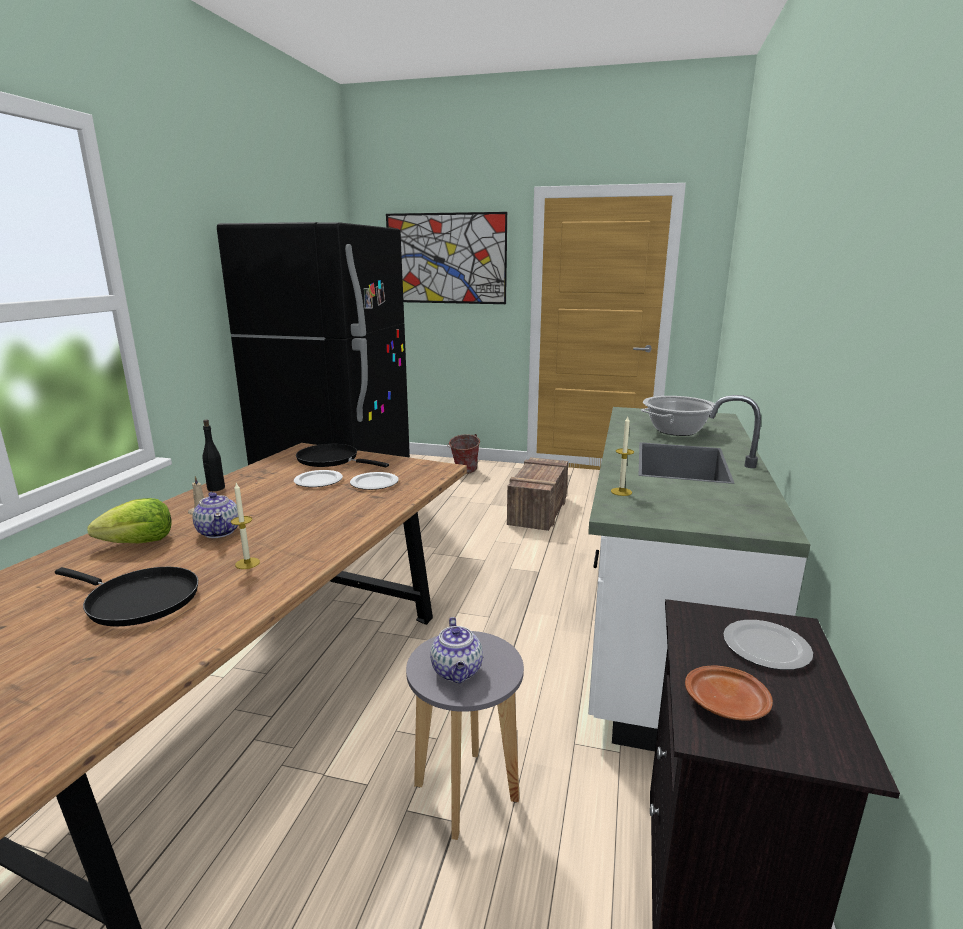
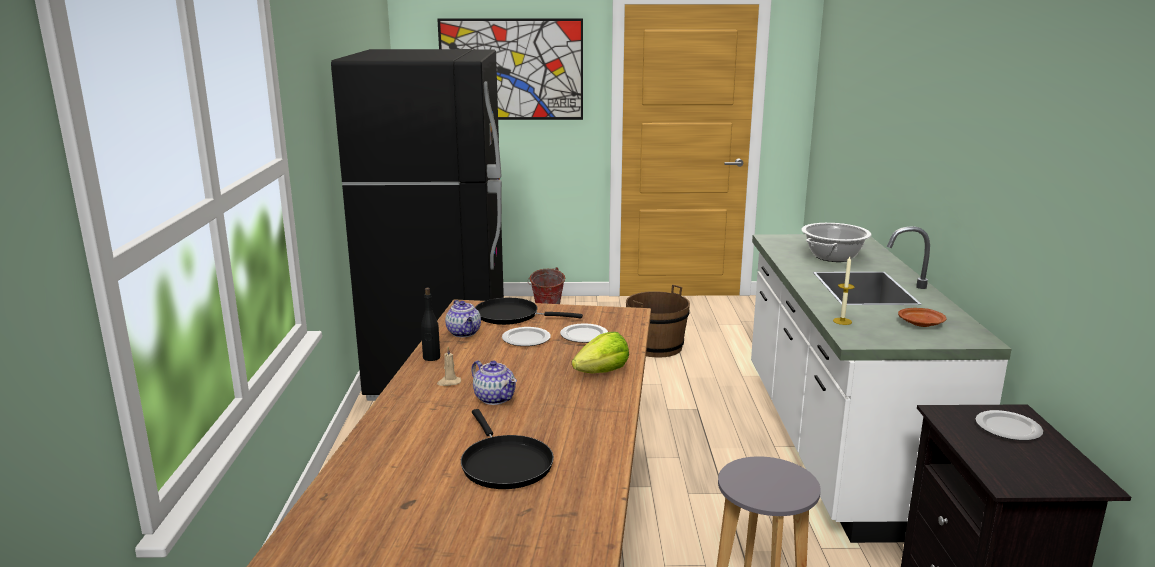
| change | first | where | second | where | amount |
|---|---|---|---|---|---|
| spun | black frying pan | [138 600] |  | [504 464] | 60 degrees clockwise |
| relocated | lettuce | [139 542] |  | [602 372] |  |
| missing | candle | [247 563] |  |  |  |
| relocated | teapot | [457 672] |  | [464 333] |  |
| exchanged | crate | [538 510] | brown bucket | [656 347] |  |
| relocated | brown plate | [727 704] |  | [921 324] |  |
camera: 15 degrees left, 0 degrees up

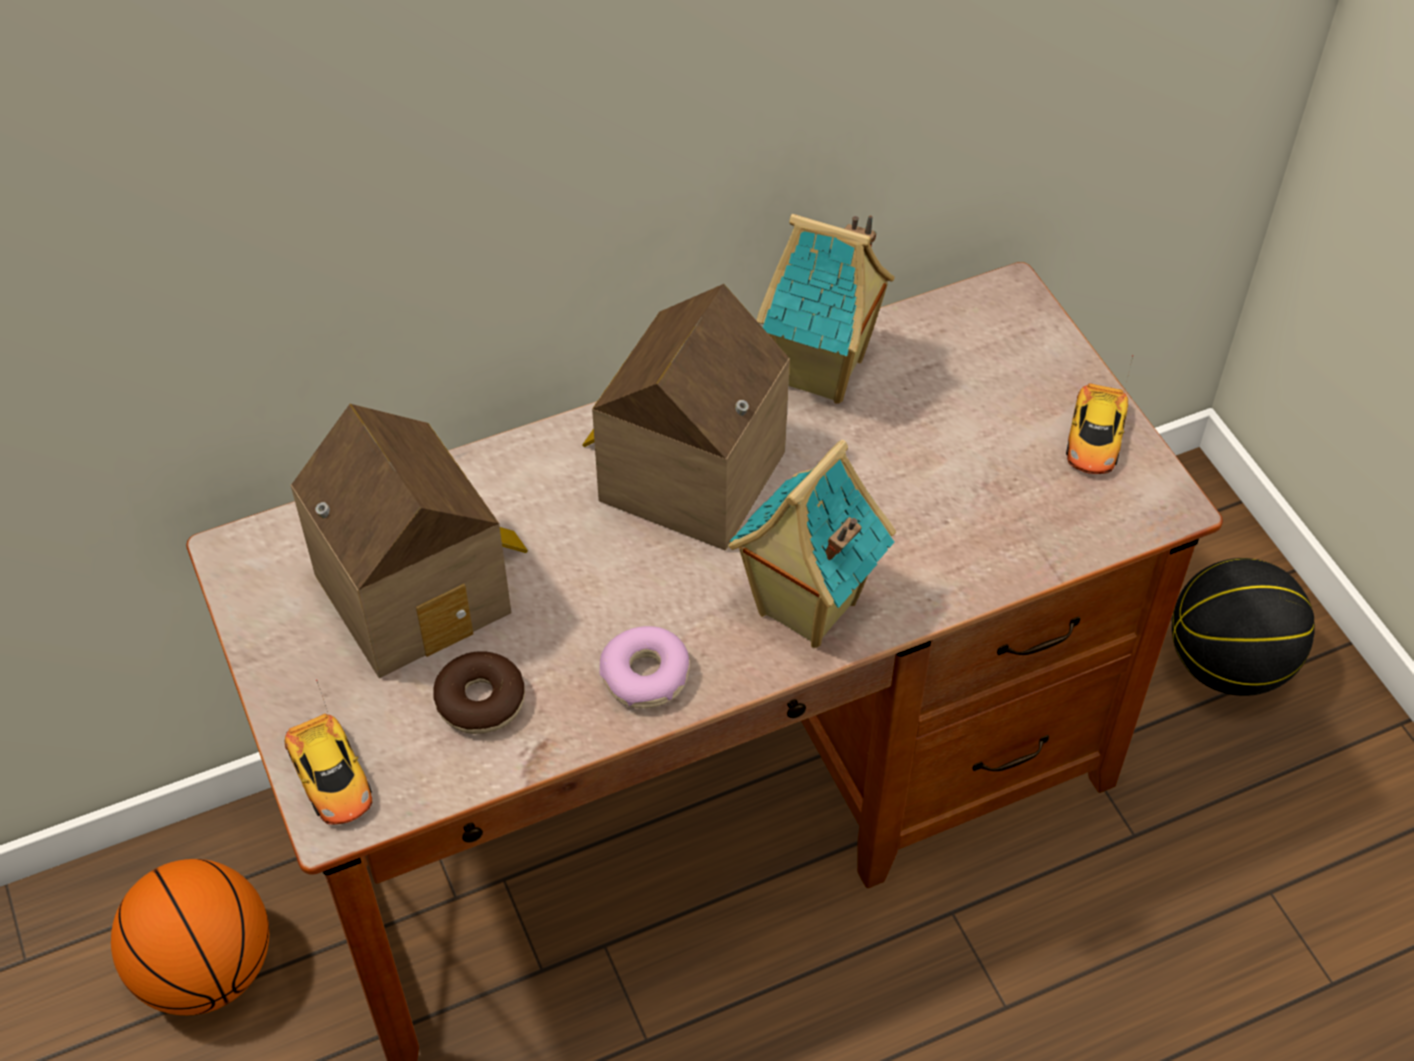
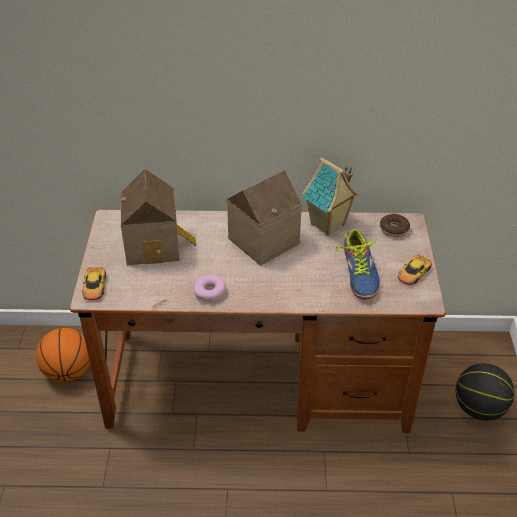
| change | first | where | second | where | amount |
|---|---|---|---|---|---|
| relocated | donut | [480 701] |  | [394 229] |  |
| missing | toy house | [804 609] |  |  |  |
| appeared |  |  | shoe | [359 273] |  |
camera: 25 degrees right, 10 degrees down

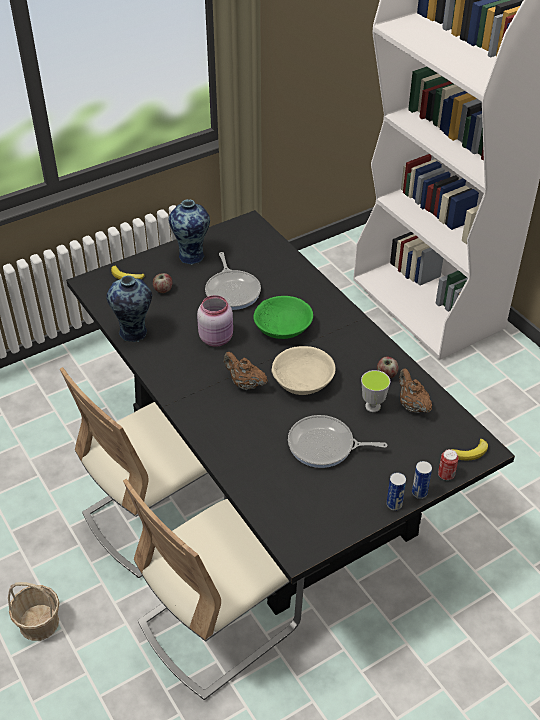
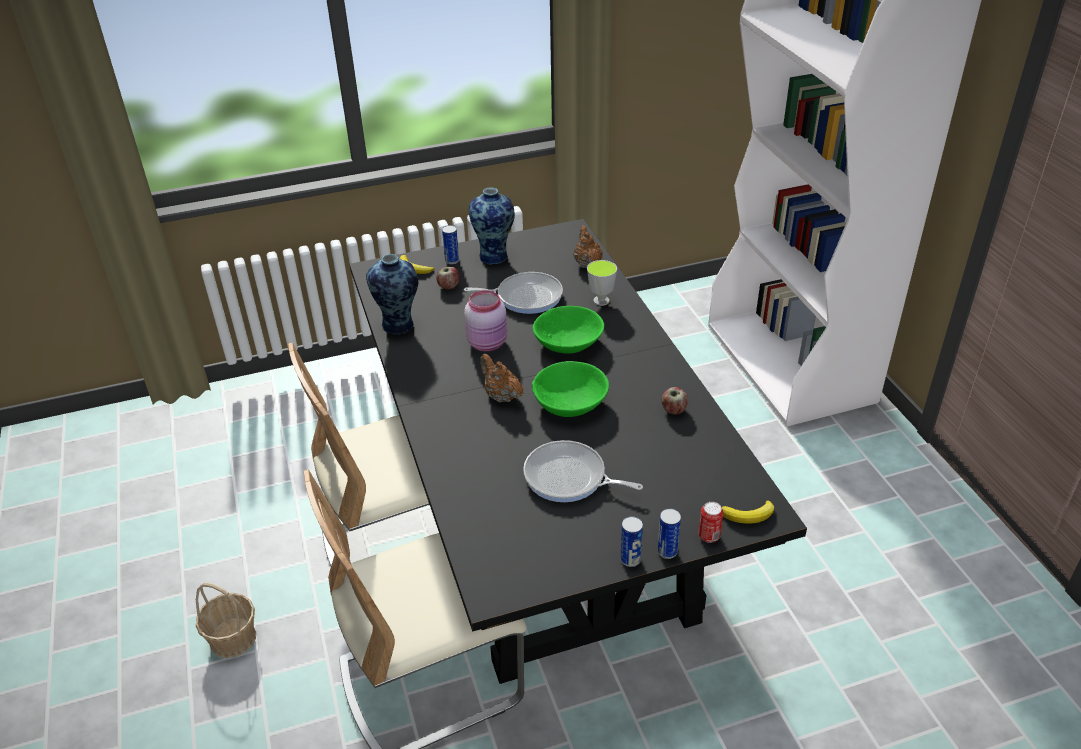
| change | first | where | second | where | amount |
|---|---|---|---|---|---|
| spun | frying pan | [232 291] |  | [525 297] | 90 degrees counterclockwise |
| colour | beige bowl | [303 381] | green bowl | [570 402] |  |
| relocated | cup | [372 406] |  | [601 301] |  |
| relocated | brown teapot | [412 405] |  | [587 263] |  |
| appeared |  |  | can | [452 260] |  |
camera: 15 degrees right, 5 degrees down

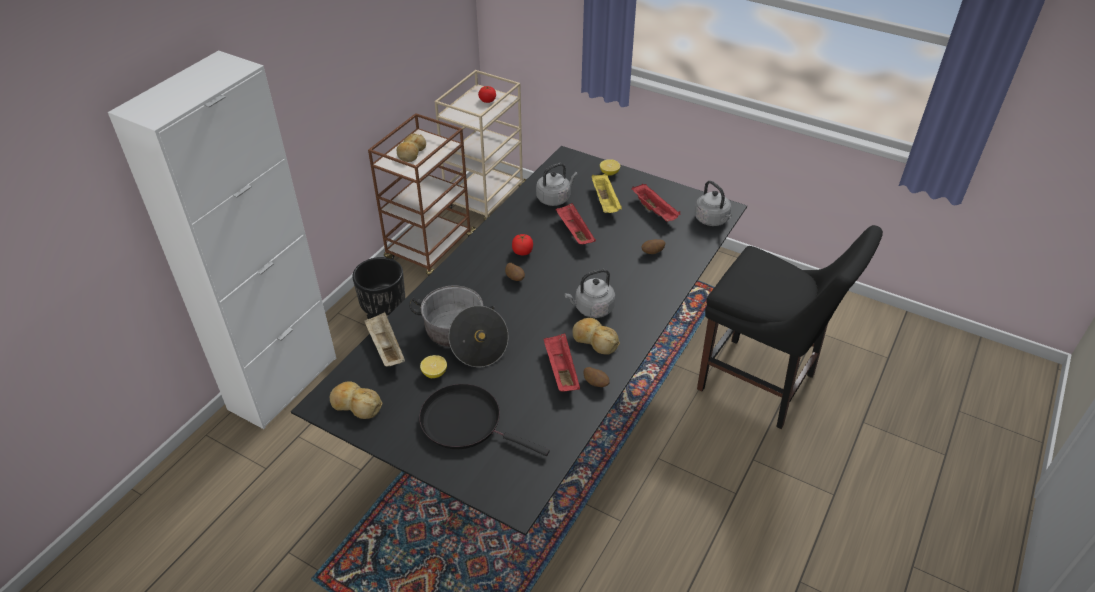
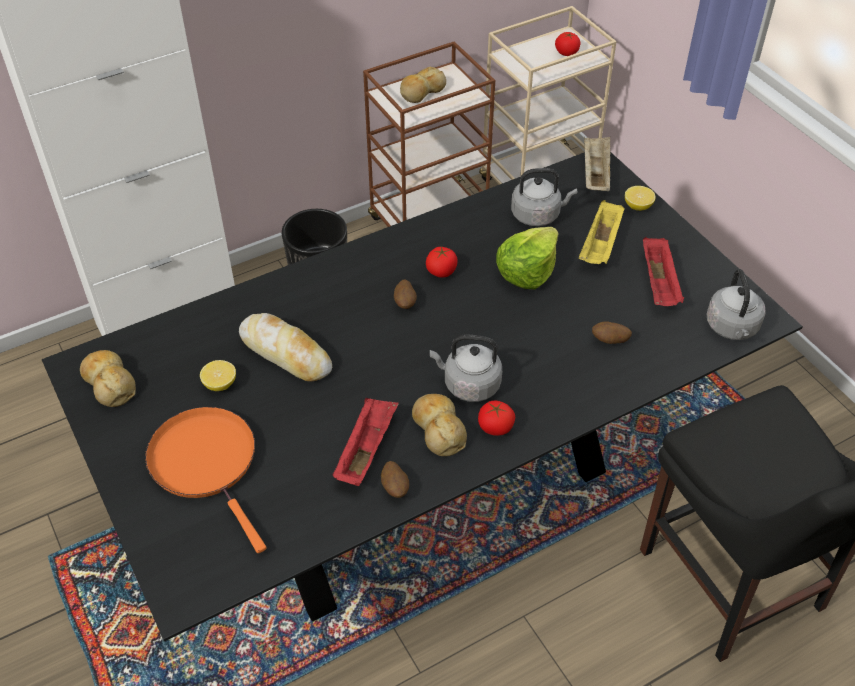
| change | first | where | second | where | amount |
|---|---|---|---|---|---|
| relocated | beige tray | [385 348] |  | [595 174] |  |
| exchanged | cooking pot | [463 337] | bread | [286 353] |  |
| colour | black frying pan | [466 422] | orange frying pan | [207 463] |  |
| exchanged | red tray | [574 232] | lettuce | [527 271] |  |
| appeared |  |  | tomato | [495 427] |  |
camera: 30 degrees right, 5 degrees up

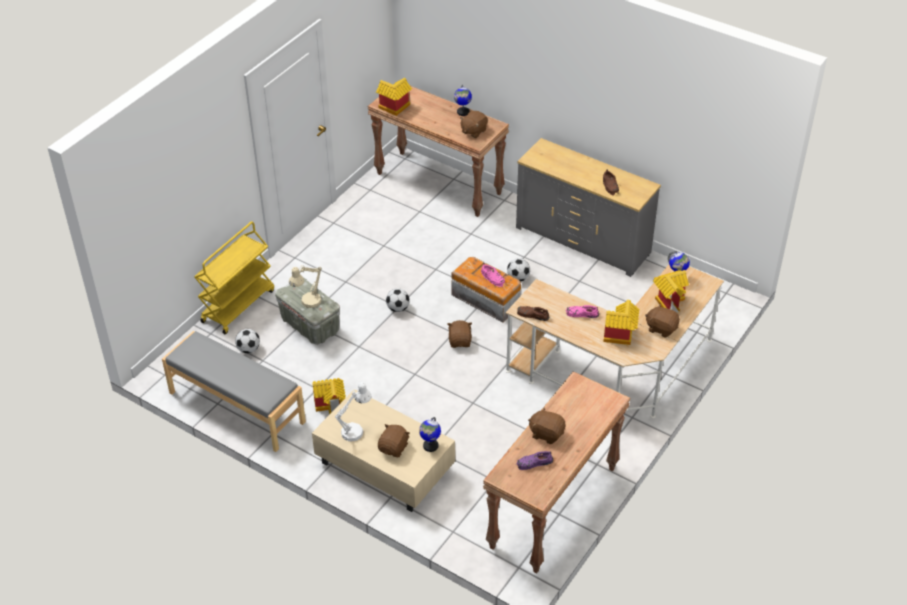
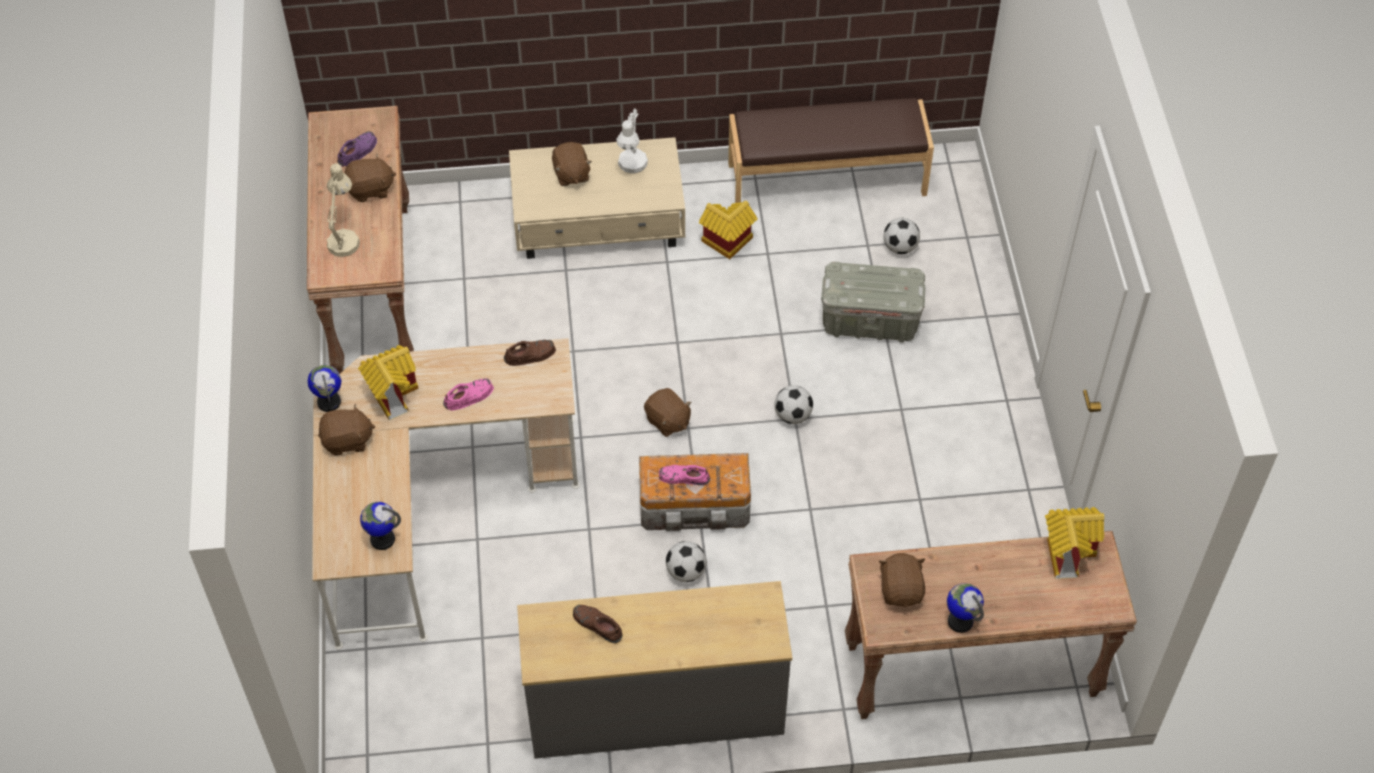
| change | first | where | second | where | amount |
|---|---|---|---|---|---|
| colour | grey bench | [236 408] | brown bench | [826 178] |  |
| missing | yellow cart | [238 305] |  |  |  |
| relocated | beige table lamp | [307 303] |  | [344 238] |  |
| relocated | globe | [430 446] |  | [329 402] |  |
| missing | toy house | [668 301] |  |  |  |
camera: 140 degrees right, 10 degrees up

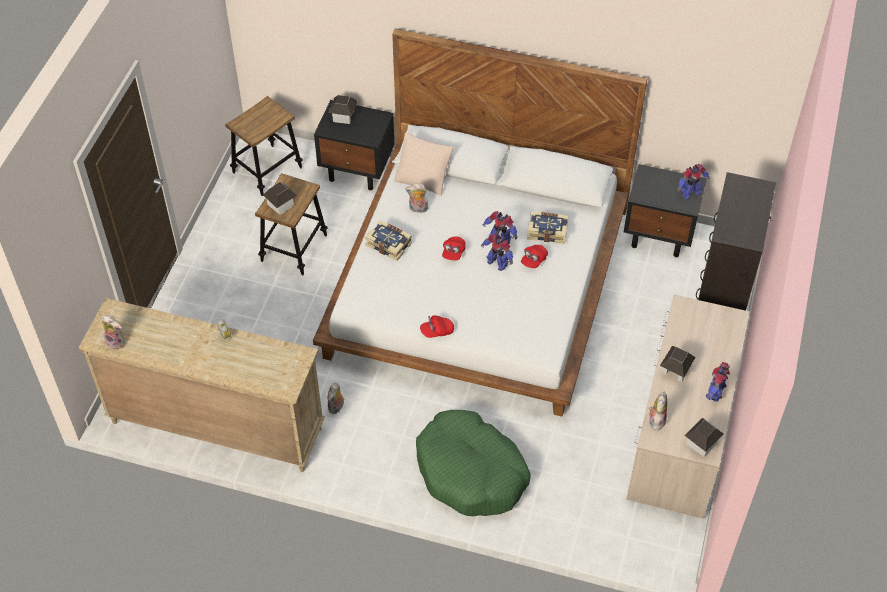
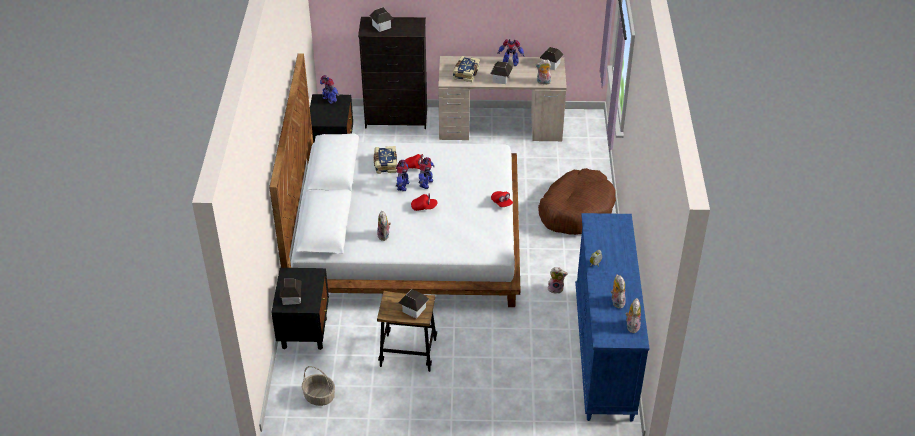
| change | first | where | second | where | amount |
|---|---|---|---|---|---|
| colour | beige dresser | [216 425] | blue dresser | [603 354] |  |
| exchanged | stool | [267 170] | basket | [319 396] |  |
| relocated | book | [389 244] |  | [465 73] |  |
| missing | beige pillow | [423 178] |  |  |  |
| colour | green dog bed | [471 472] | brown dog bed | [576 210] |  |
| appeared |  |  | toy house | [382 26] |  |
| appeared |  |  | plush toy | [616 301] |  |
camera: 105 degrees left, 10 degrees down

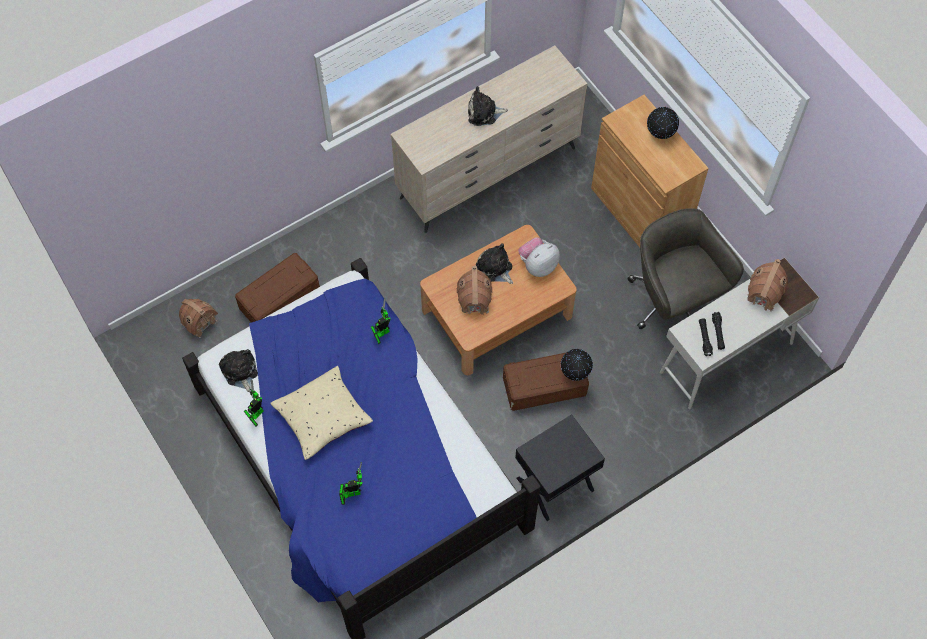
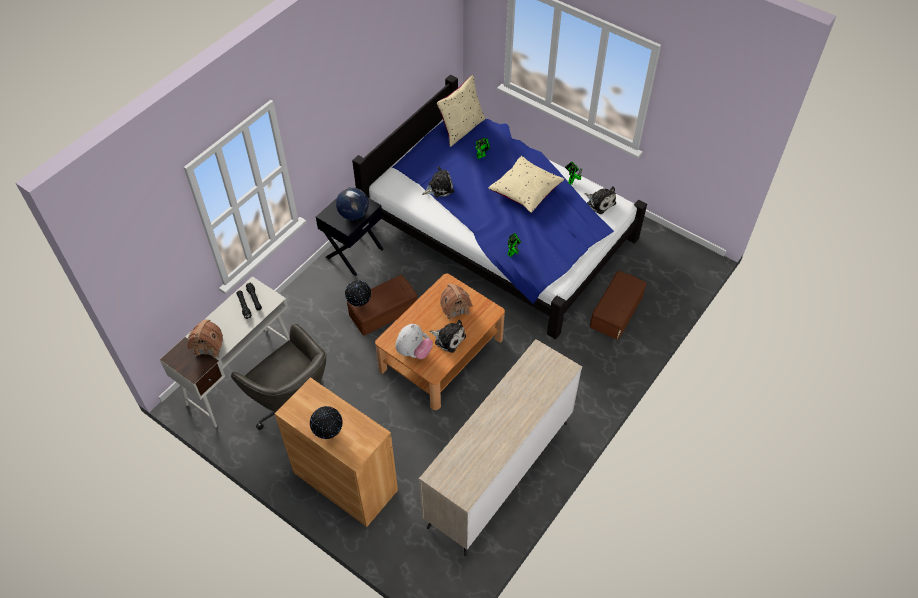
| change | first | where | second | where | amount |
|---|---|---|---|---|---|
| missing | toy house | [199 322] |  |  |  |
| relocated | plush toy | [484 113] |  | [439 188] |  |
| appeared |  |  | globe | [353 214] |  |
| appeared |  |  | beige pillow | [461 129] |  |
camera: 160 degrees right, 10 degrees down

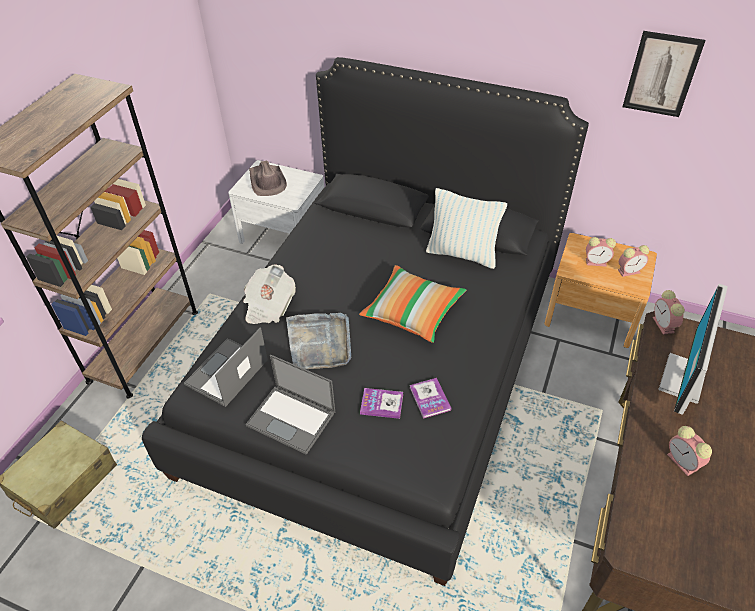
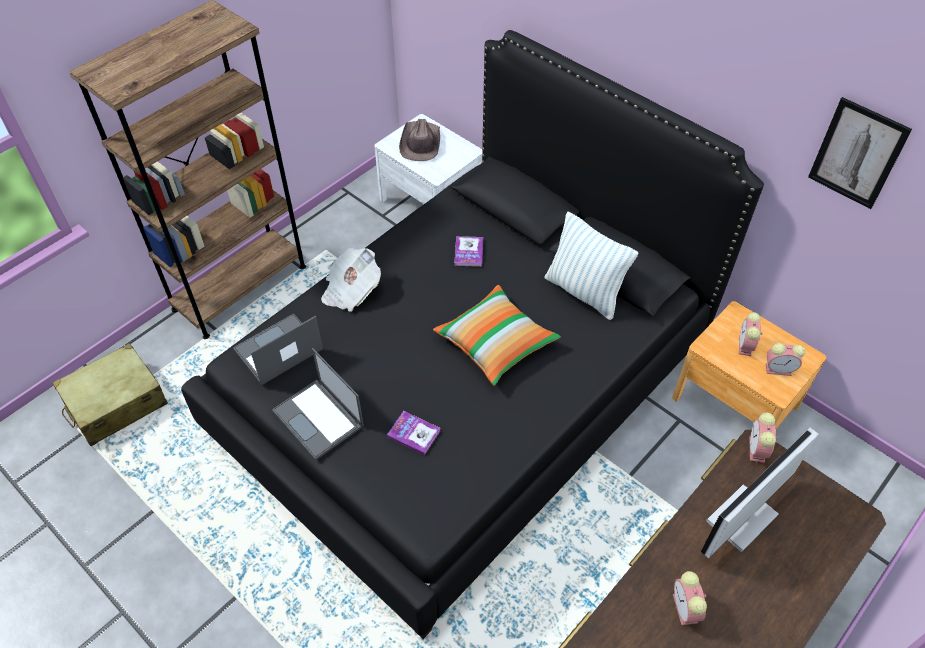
| change | first | where | second | where | amount |
|---|---|---|---|---|---|
| missing | grey tray | [319 343] |  |  |  |
| relocated | book | [430 398] |  | [469 252] |  |
| spun | alarm clock | [597 262] |  | [745 346] | 75 degrees clockwise |
camera: 20 degrees right, 5 degrees up

